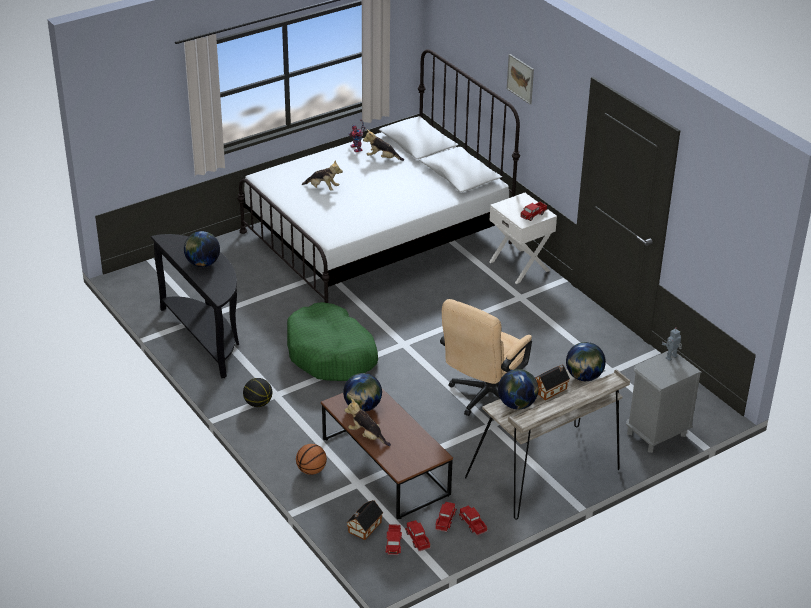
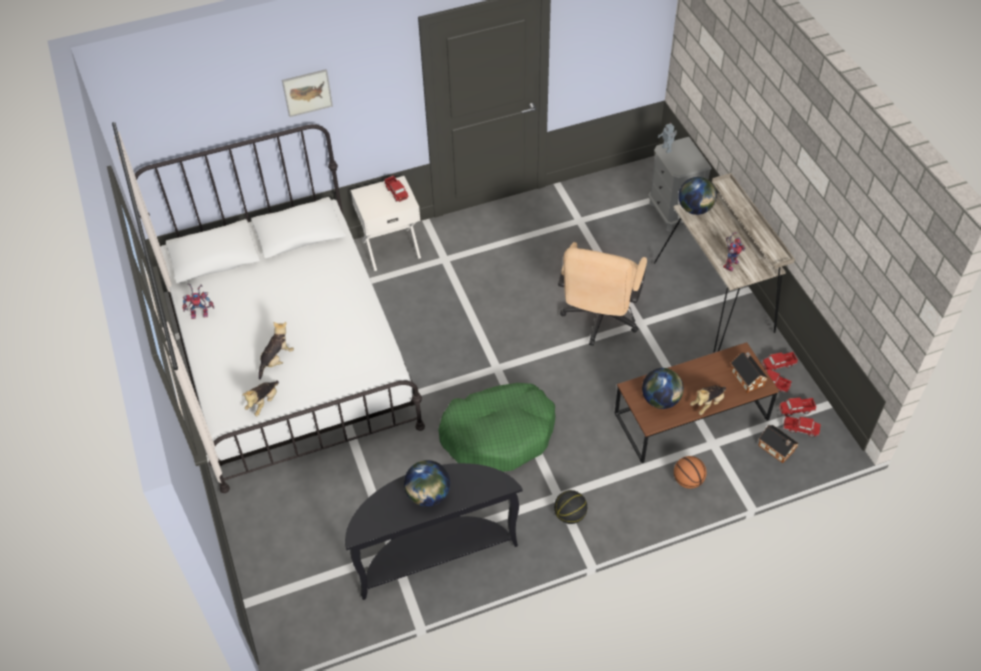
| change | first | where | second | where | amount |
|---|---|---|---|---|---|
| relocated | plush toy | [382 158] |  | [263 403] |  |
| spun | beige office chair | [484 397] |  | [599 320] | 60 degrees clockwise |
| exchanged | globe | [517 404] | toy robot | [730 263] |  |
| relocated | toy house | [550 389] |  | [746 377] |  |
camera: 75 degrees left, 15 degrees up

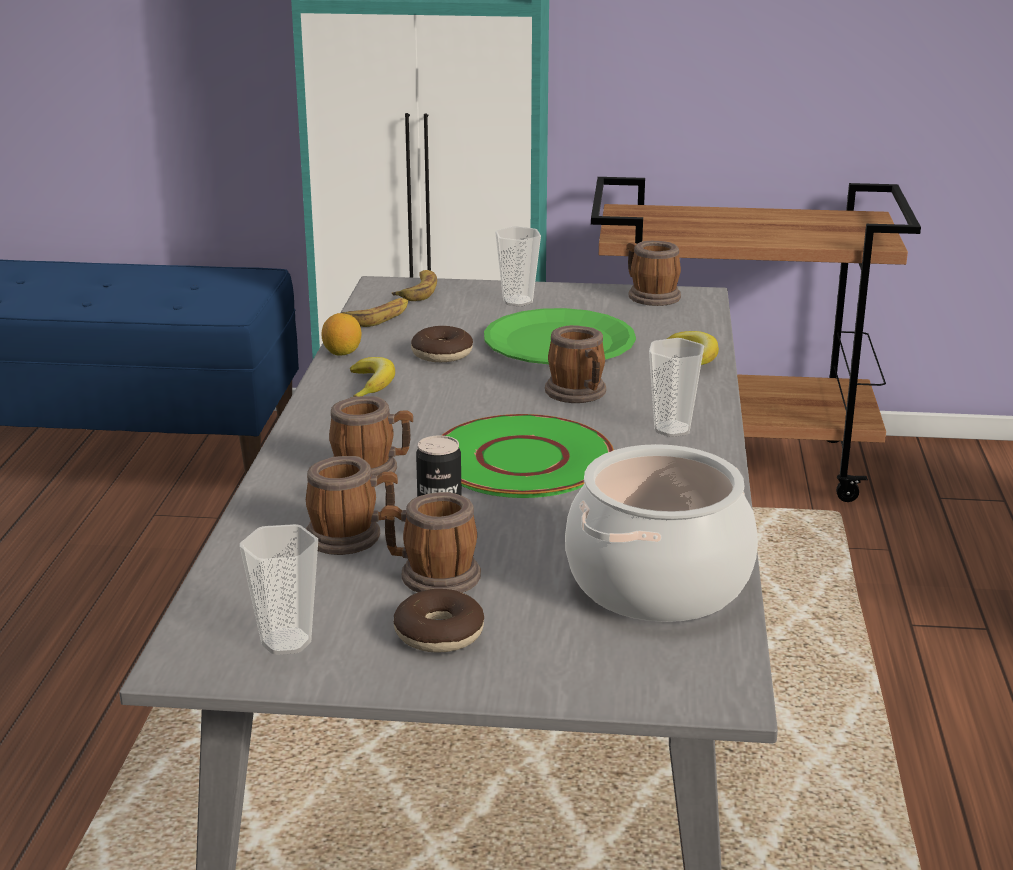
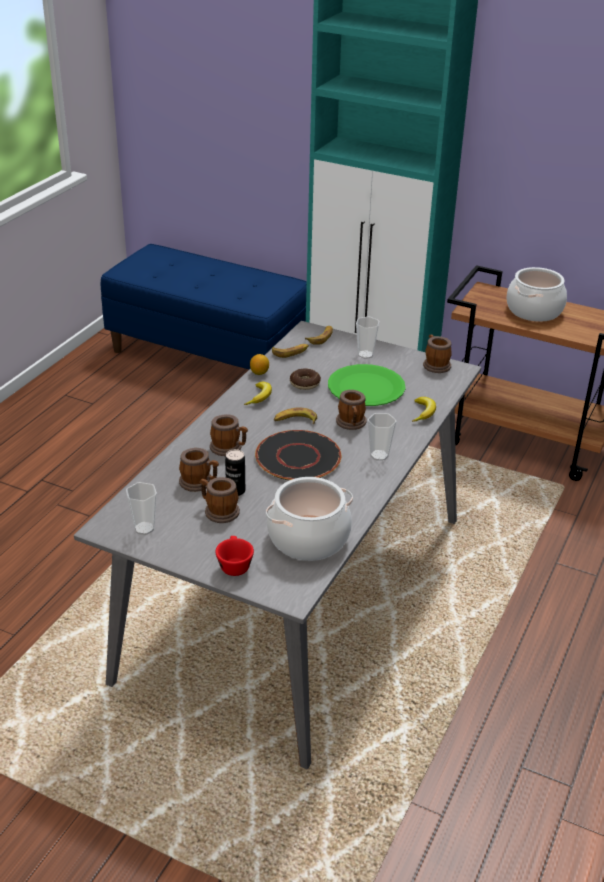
| change | first | where | second | where | amount |
|---|---|---|---|---|---|
| missing | donut | [439 634] |  |  |  |
| colour | green plate | [521 459] | black plate | [298 457] |  |
| appeared |  |  | red cup | [234 564] |  |
| appeared |  |  | banana | [295 421] |  |
| appeared |  |  | cooking pot | [534 311] |  |
camera: 20 degrees right, 10 degrees up

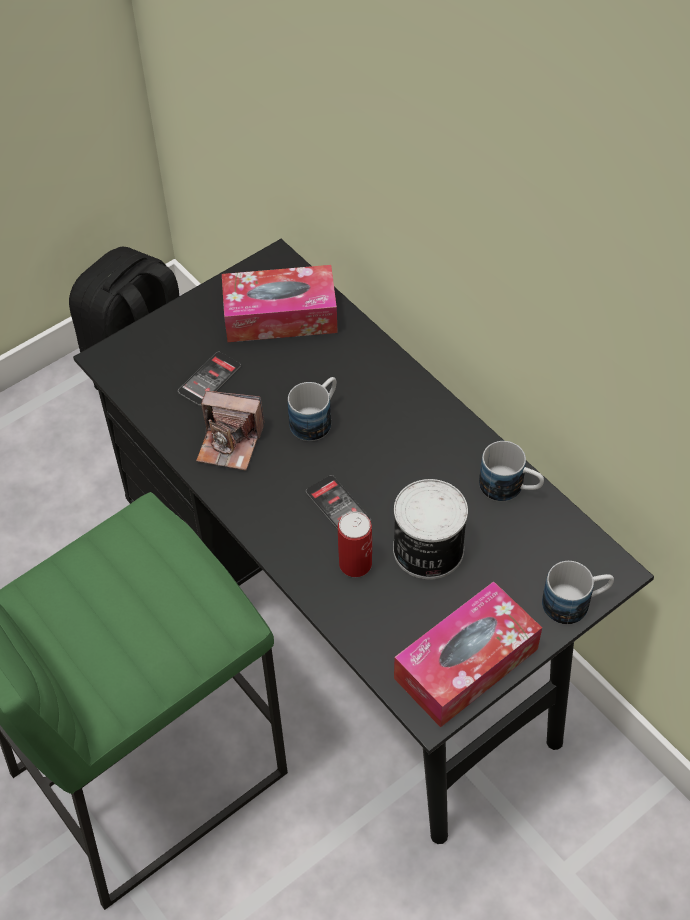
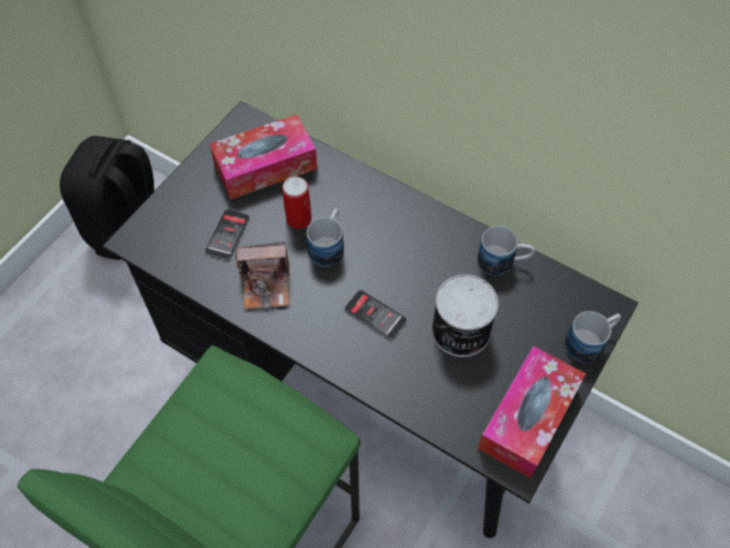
| change | first | where | second | where | amount |
|---|---|---|---|---|---|
| relocated | can | [355 564] |  | [298 219] |  |
camera: 20 degrees left, 5 degrees up

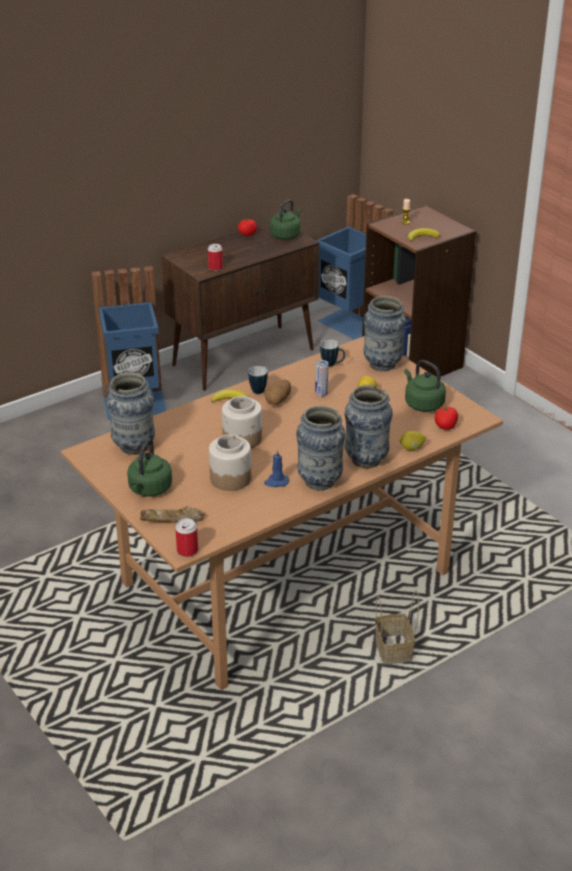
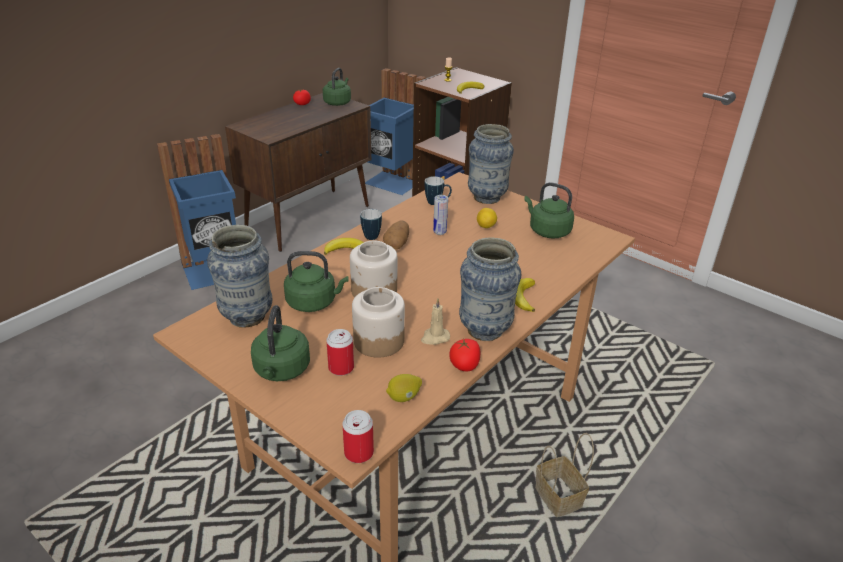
| change | first | where | second | where | amount |
|---|---|---|---|---|---|
| missing | bread | [172 519] |  |  |  |
| relocated | can | [215 268] |  | [341 368] |  |
| colour | blue candle | [276 482] | beige candle | [435 338] |  |
| exchanged | vase | [366 460] | banana | [523 297] |  |
| relocated | lemon | [411 448] |  | [404 397] |  |
| relocated | tomato | [445 426] |  | [464 365] |  |
| appeared |  |  | green kettle | [314 302] |  |
camera: 15 degrees left, 0 degrees up

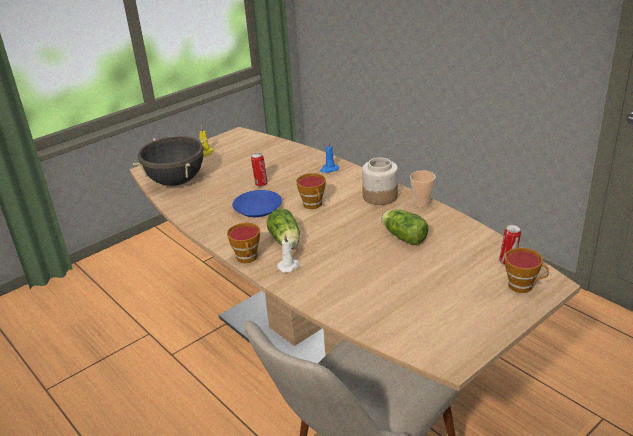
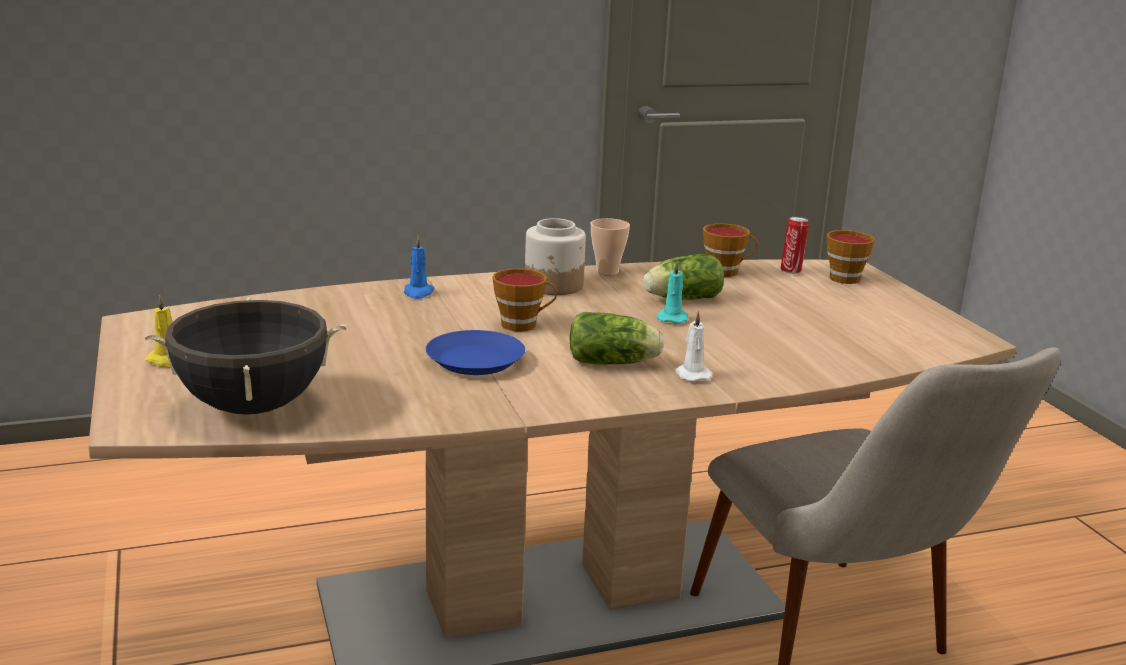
| change | first | where | second | where | amount |
|---|---|---|---|---|---|
| relocated | cup | [247 258] |  | [726 272] |  |
| missing | can | [260 184] |  |  |  |
| appeared |  |  | turquoise candle | [672 318] |  |
camera: 70 degrees left, 10 degrees down

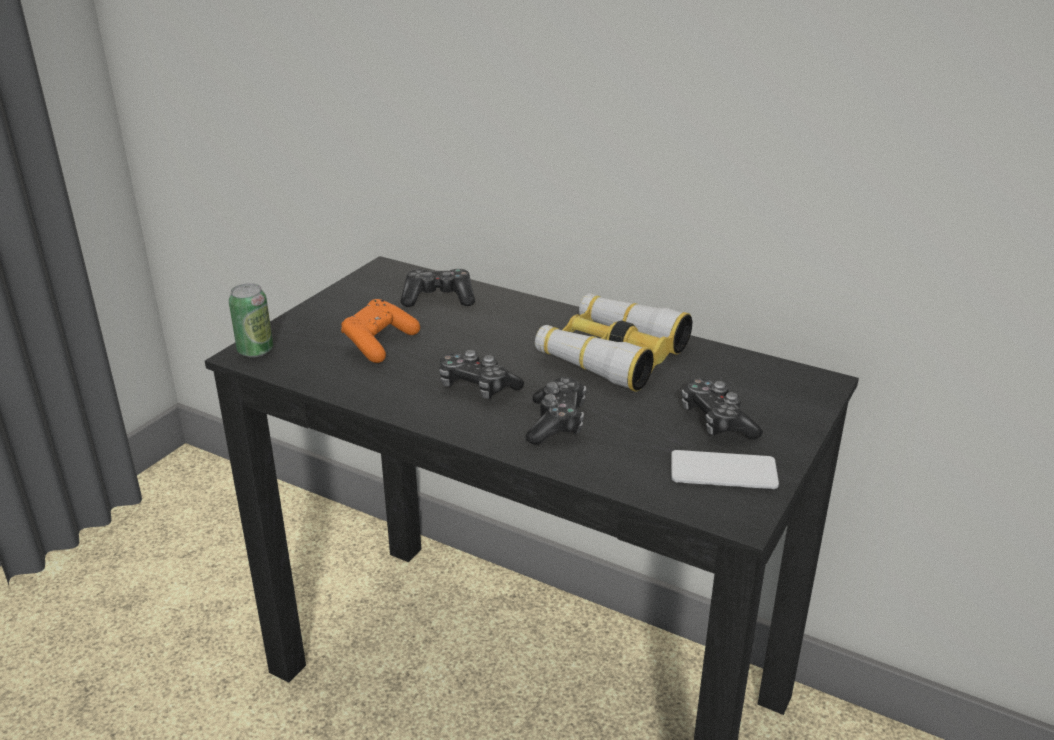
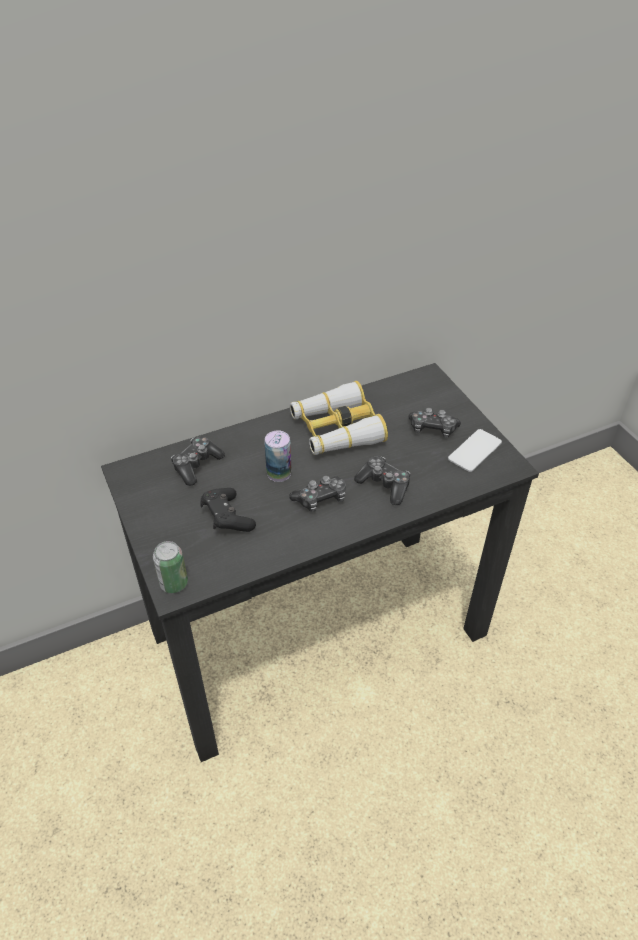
| change | first | where | second | where | amount |
|---|---|---|---|---|---|
| colour | orange game controller | [379 343] | black game controller | [227 518] |  |
| appeared |  |  | can | [279 473] |  |
camera: 55 degrees left, 15 degrees up

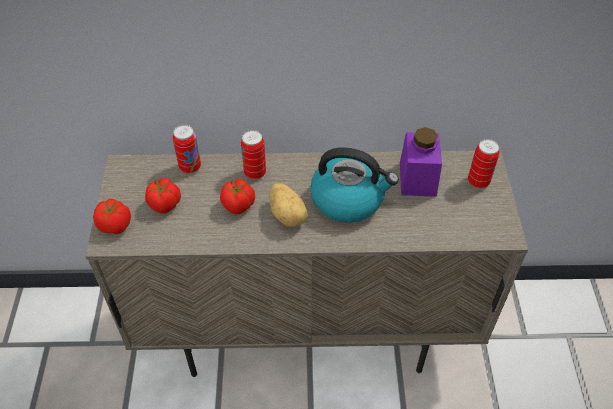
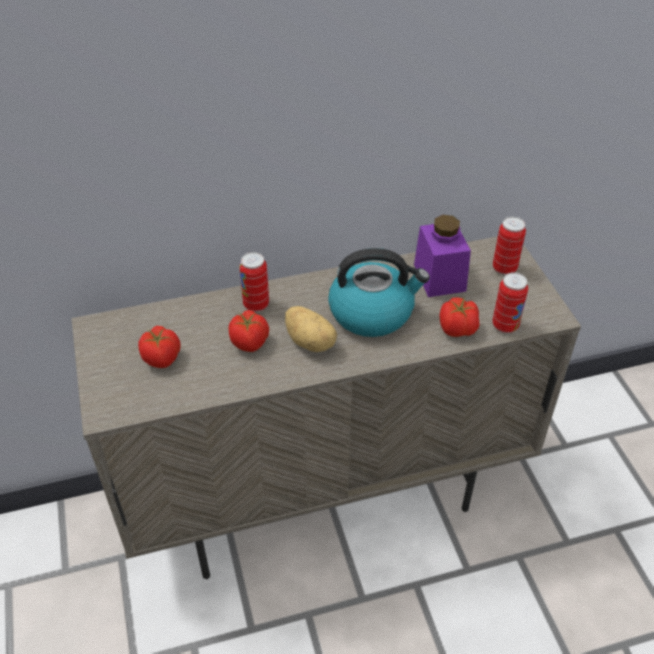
| change | first | where | second | where | amount |
|---|---|---|---|---|---|
| relocated | tomato | [115 226] |  | [458 329] |  |
| relocated | can | [190 167] |  | [505 325] |  |
camera: 15 degrees left, 5 degrees down

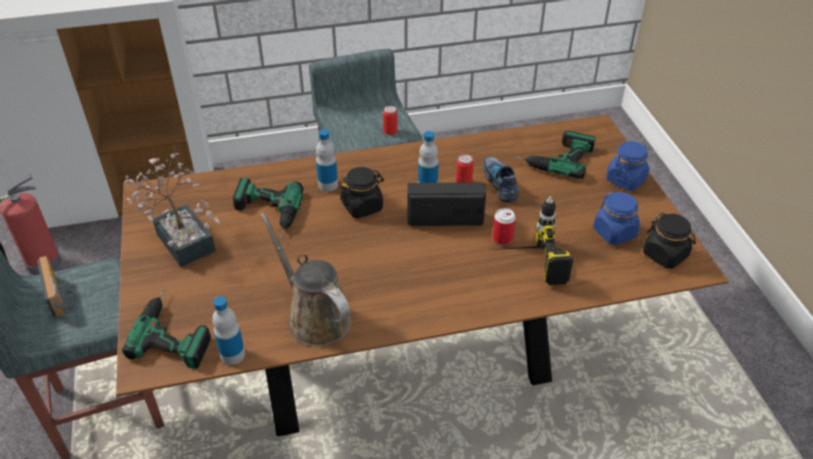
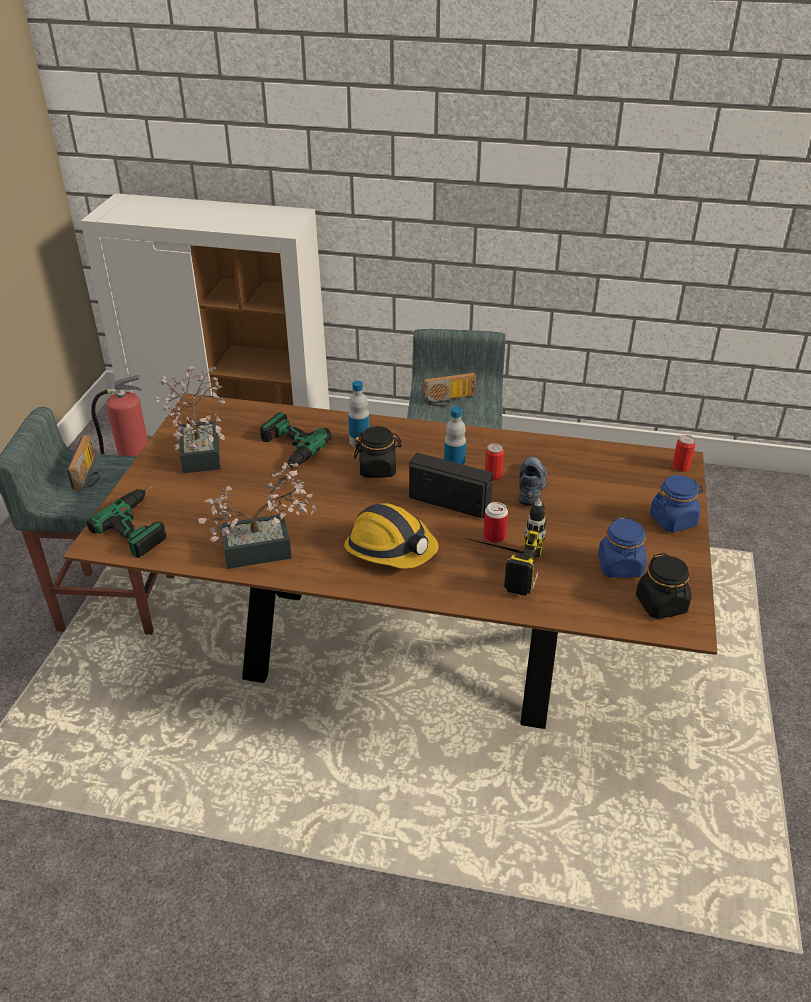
| change | first | where | second | where | amount |
|---|---|---|---|---|---|
| missing | bottle | [232 355] |  |  |  |
| exchanged | brown watering can | [315 317] | potted plant | [266 549] |  |
| relocated | can | [390 131] |  | [680 467] |  |
| missing | power drill | [553 157] |  |  |  |
| appeared |  |  | hard hat | [391 549] |  |
| appeared |  |  | radio | [448 400] |  |
camera: 25 degrees right, 5 degrees down

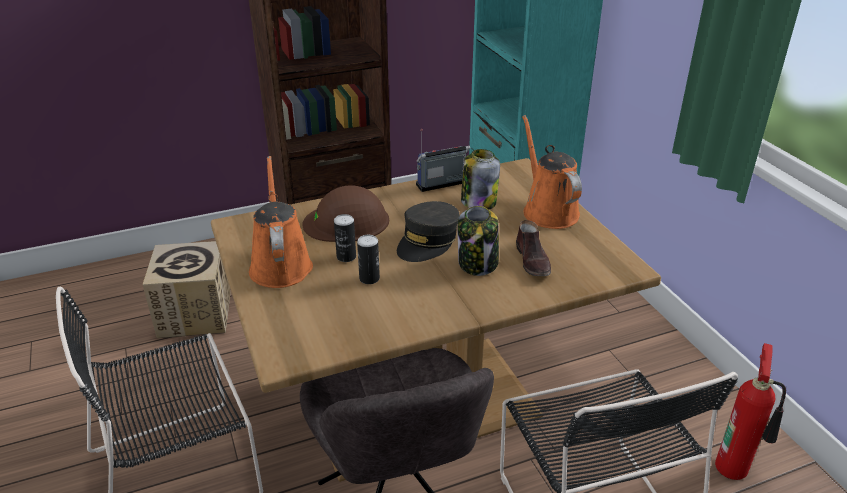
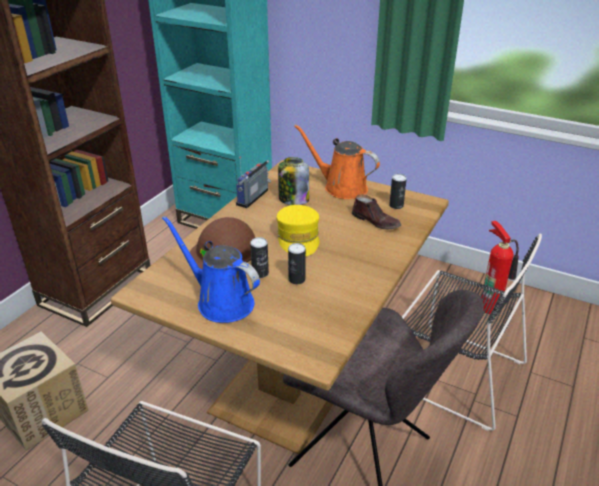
| change | first | where | second | where | amount |
|---|---|---|---|---|---|
| colour | orange watering can | [280 265] | blue watering can | [221 301] |  |
| colour | grey cap | [427 241] | yellow cap | [298 238] |  |
| missing | jar | [478 263] |  |  |  |
| appeared |  |  | can | [396 205] |  |
camera: 40 degrees left, 0 degrees up

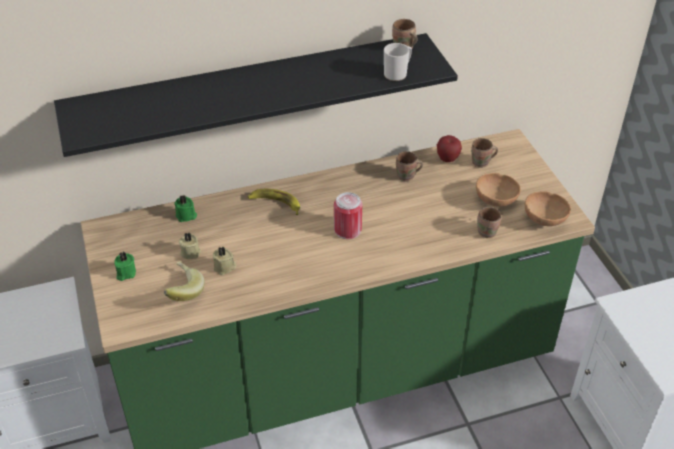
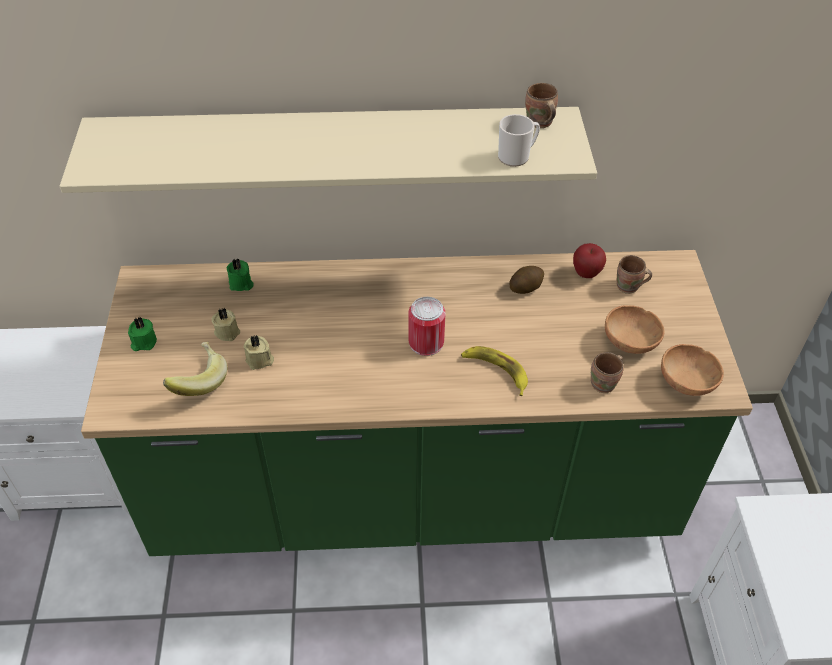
| change | first | where | second | where | amount |
|---|---|---|---|---|---|
| colour | black shelf | [251 92] | beige shelf | [335 146] |  |
| relocated | banana | [275 203] |  | [495 371] |  |
| exchanged | brown mug | [406 177] | potato | [525 287] |  |
camera: 15 degrees right, 5 degrees up

